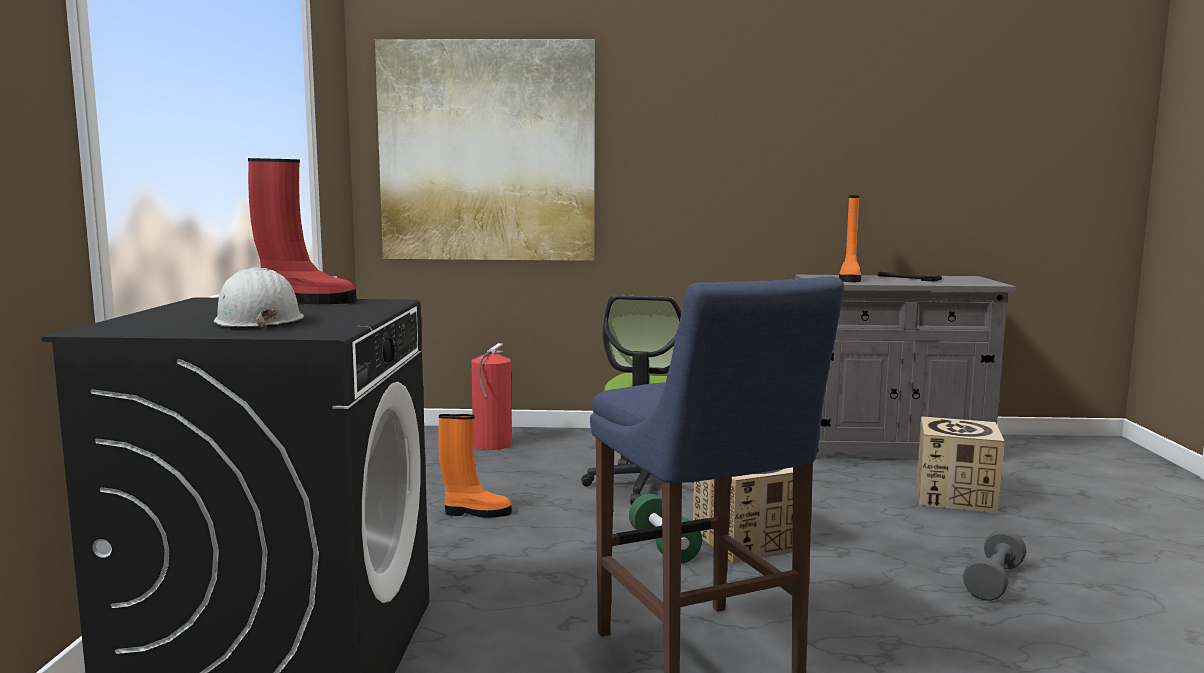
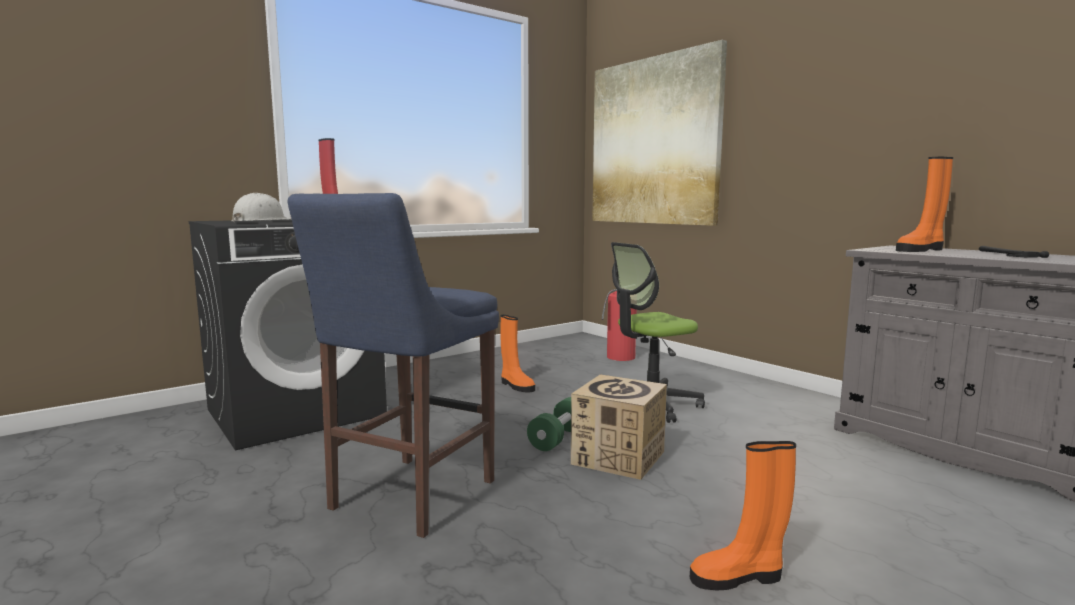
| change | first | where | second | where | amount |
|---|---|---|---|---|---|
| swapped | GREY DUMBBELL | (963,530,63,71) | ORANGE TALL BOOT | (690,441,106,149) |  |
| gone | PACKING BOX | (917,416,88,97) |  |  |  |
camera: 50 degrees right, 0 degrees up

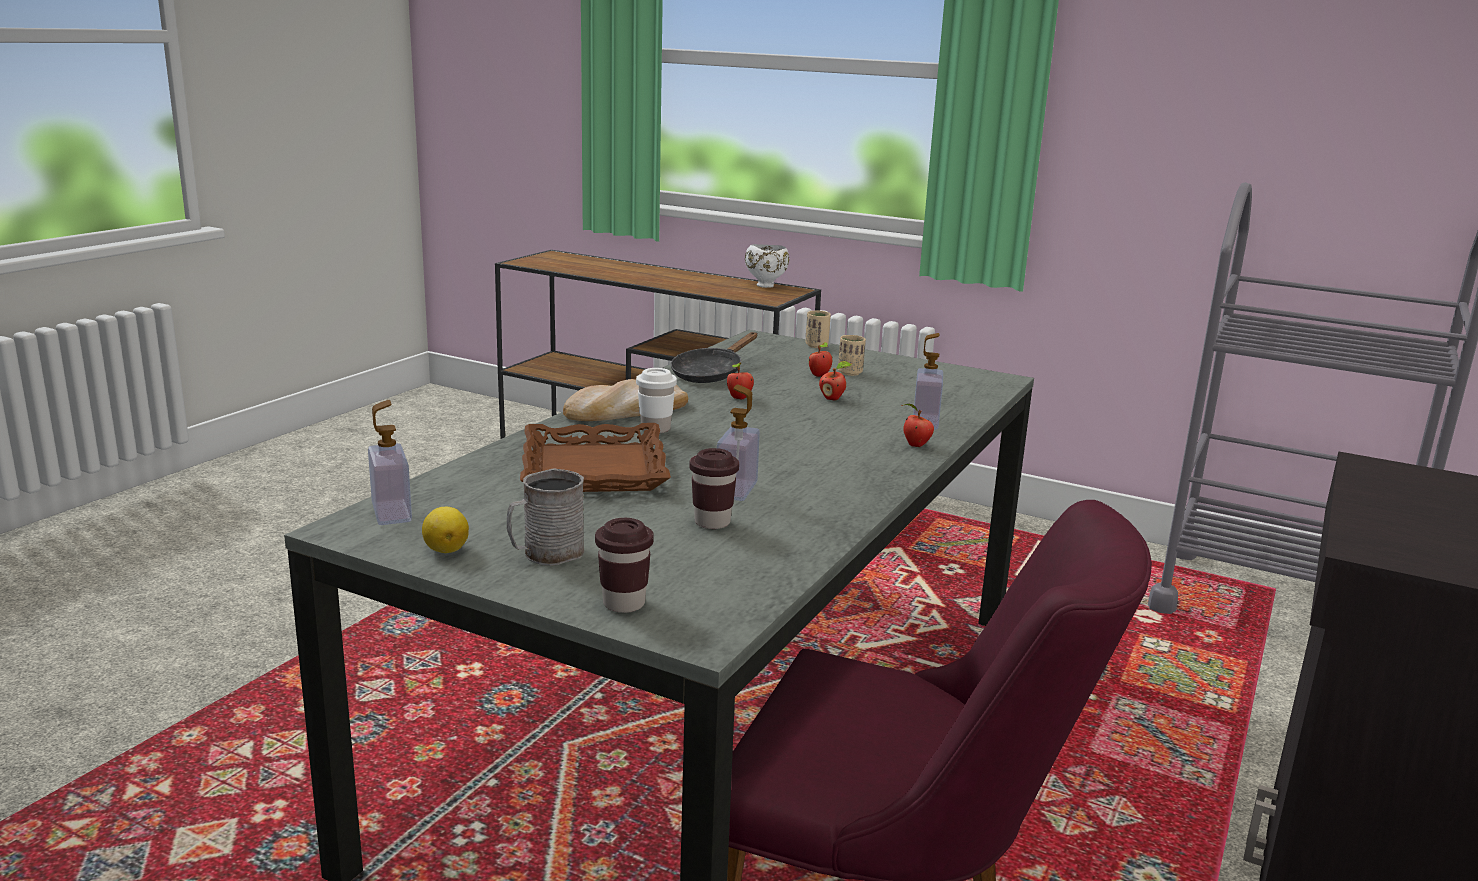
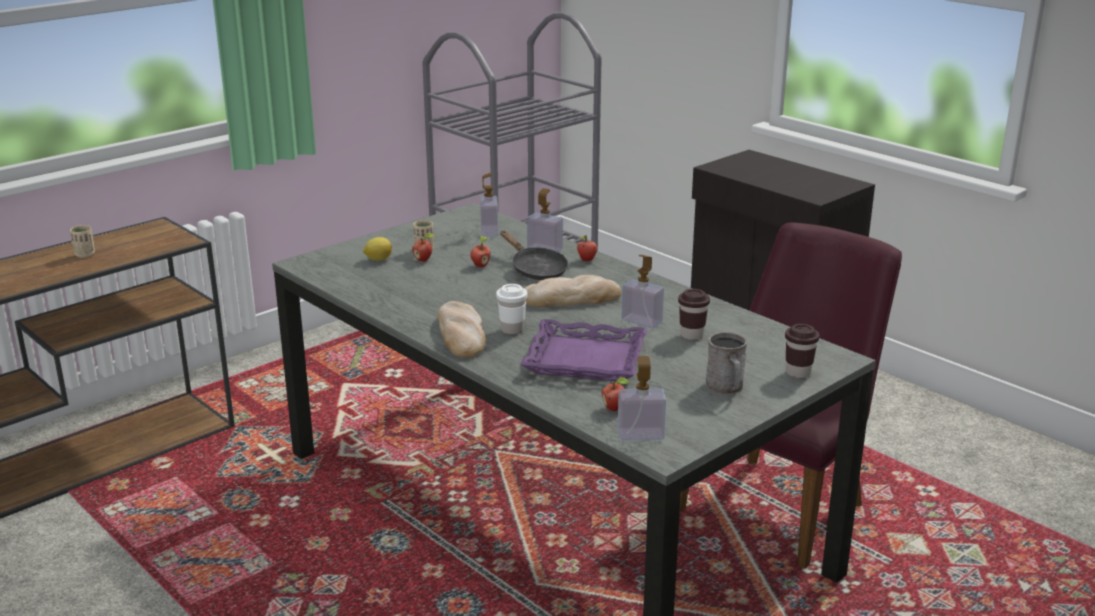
| change | first | where | second | where | amount |
|---|---|---|---|---|---|
| shifted | SAND-COLOURED CUP | (806,310,25,38) |  | (70,225,25,33) |  |
| shifted | CITRUS FRUIT | (422,507,47,46) |  | (363,237,29,24) |  |
| new |  |  | SOAP BOTTLE | (480,173,18,64) |  |
| shifted | BLACK-COLOURED PAN | (671,332,86,51) |  | (500,231,68,49) |  |
| repainted | BROWN CARRYING TRAY | (520,423,151,69) | PURPLE-COLOURED CARRYING TRAY | (520,319,127,62) |  |
| new |  |  | BAKERY BREAD | (525,275,96,32) |  |
| shifted | WHOLE APPLE | (727,363,27,37) |  | (602,377,27,34) |  |
| gone | WHITISH SERVING BOWL | (745,244,44,44) |  |  |  |
camera: 70 degrees left, 5 degrees up

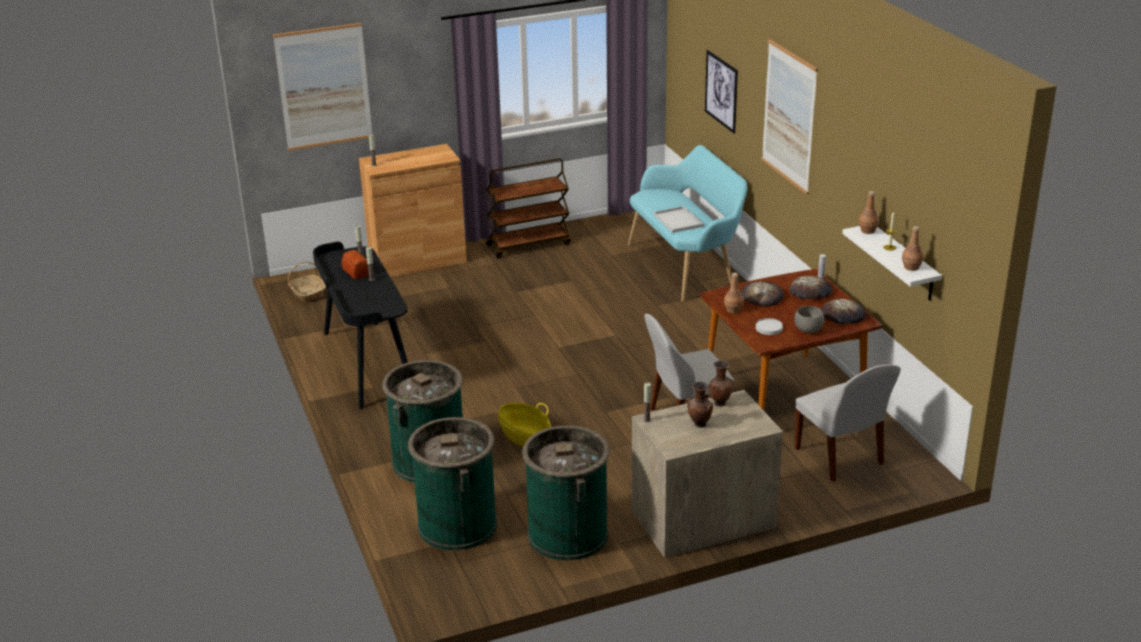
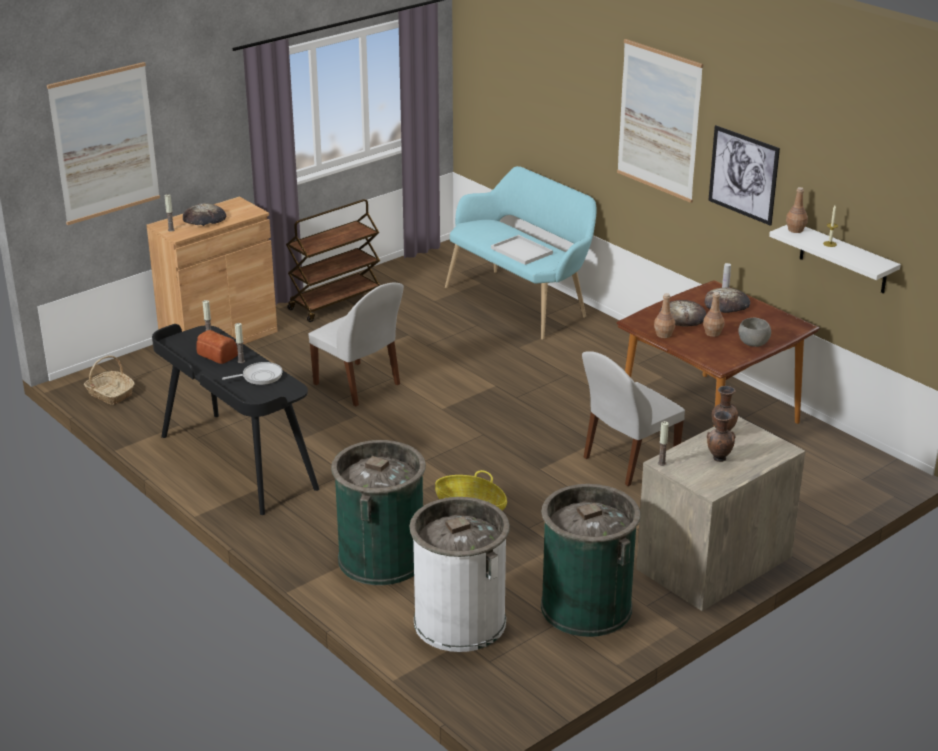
| change | first | where | second | where | amount |
|---|---|---|---|---|---|
| shifted | BAKERY BREAD | (821,299,45,25) |  | (183,203,43,23) |  |
| new |  |  | PAN | (222,362,60,23) |  |
| shifted | WHITISH PLAIN CHAIR | (795,364,106,118) |  | (308,283,96,123) |  |
| repainted | GREEN-COLOURED RUBBISH BIN | (408,417,89,133) | WHITISH RUBBISH BIN | (409,497,101,155) |  |
| shifted | BROWN BOTTLE | (902,226,22,45) |  | (703,292,22,45) |  |
| shifted | WALL ART | (705,50,33,84) |  | (708,125,72,101) |  |
| gone | WHITISH DINNER PLATE | (756,318,27,17) |  |  |  |
camera: 20 degrees left, 0 degrees up

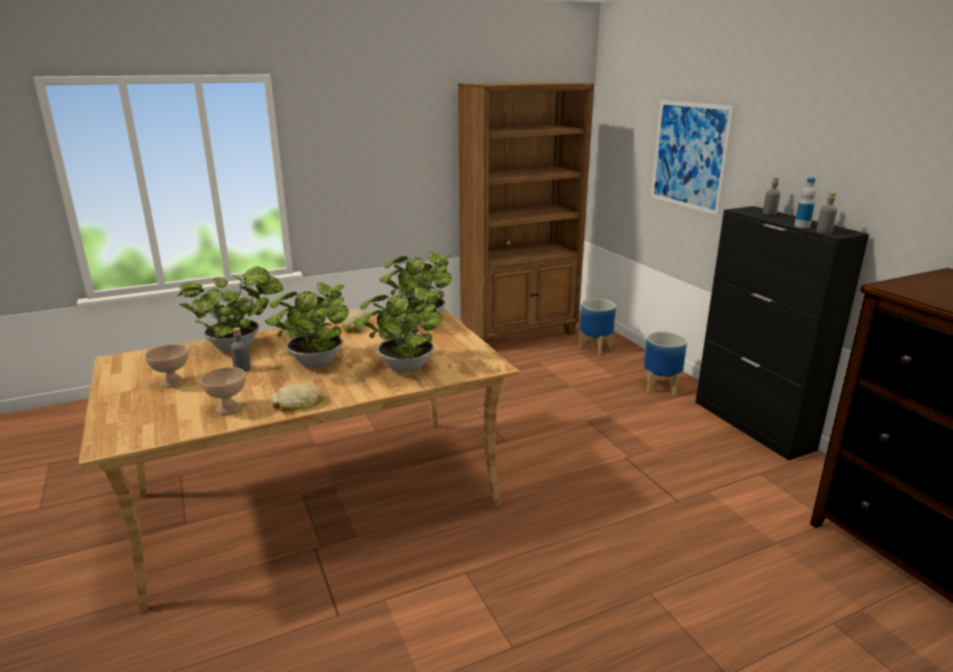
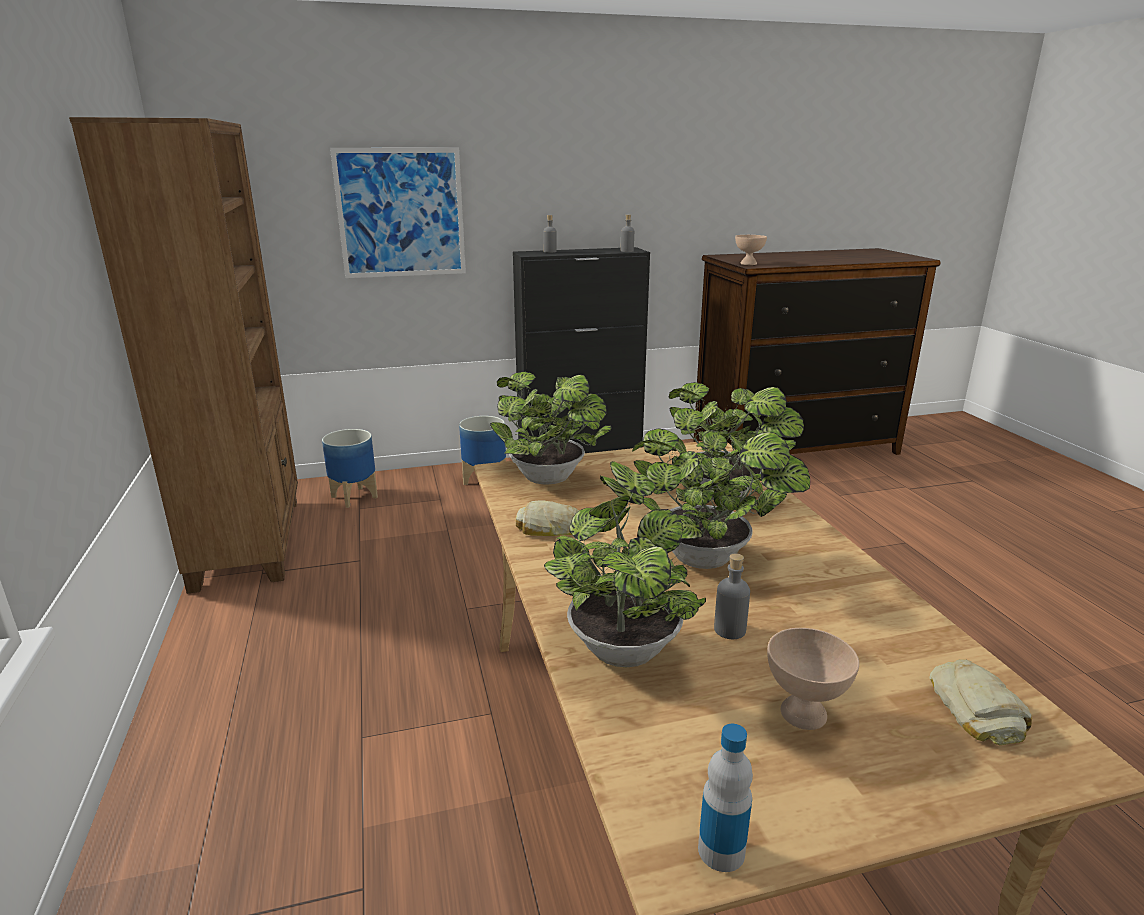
| change | first | where | second | where | amount |
|---|---|---|---|---|---|
| shifted | BOTTLE | (794,177,22,51) |  | (698,724,55,148) |  |
| shifted | SAND-COLOURED SERVING BOWL | (200,367,46,48) |  | (735,235,32,30) |  |
| shifted | BAKERY BREAD | (272,385,52,27) |  | (929,659,103,86) |  |
camera: 80 degrees left, 0 degrees up

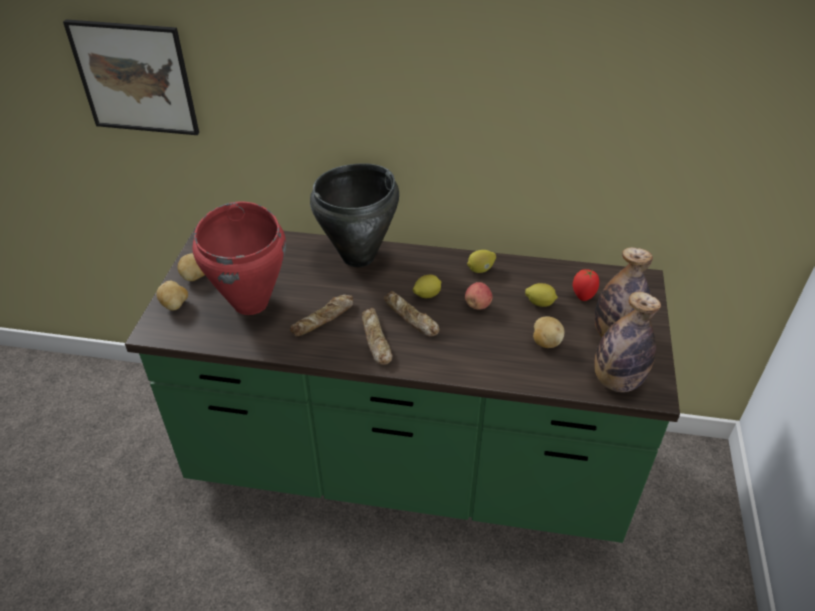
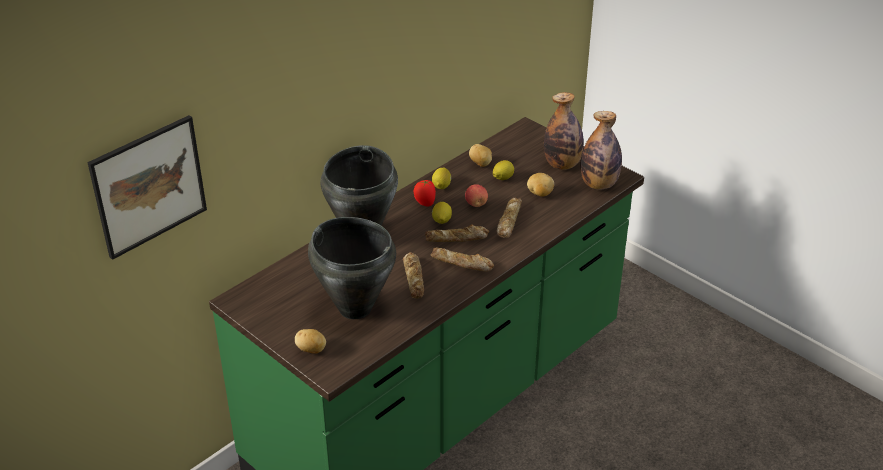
| change | first | where | second | where | amount |
|---|---|---|---|---|---|
| repainted | RED STOCKPOT | (192,202,94,113) | BLACK-COLOURED STOCKPOT | (308,217,88,102) |  |
| shifted | FRESH TOMATO | (573,269,26,32) |  | (414,179,22,28) |  |
| shifted | SPUD | (178,253,27,28) |  | (469,144,23,23) |  |
| new |  |  | BAKERY BREAD | (497,198,25,40) |  |
camera: 55 degrees left, 5 degrees down

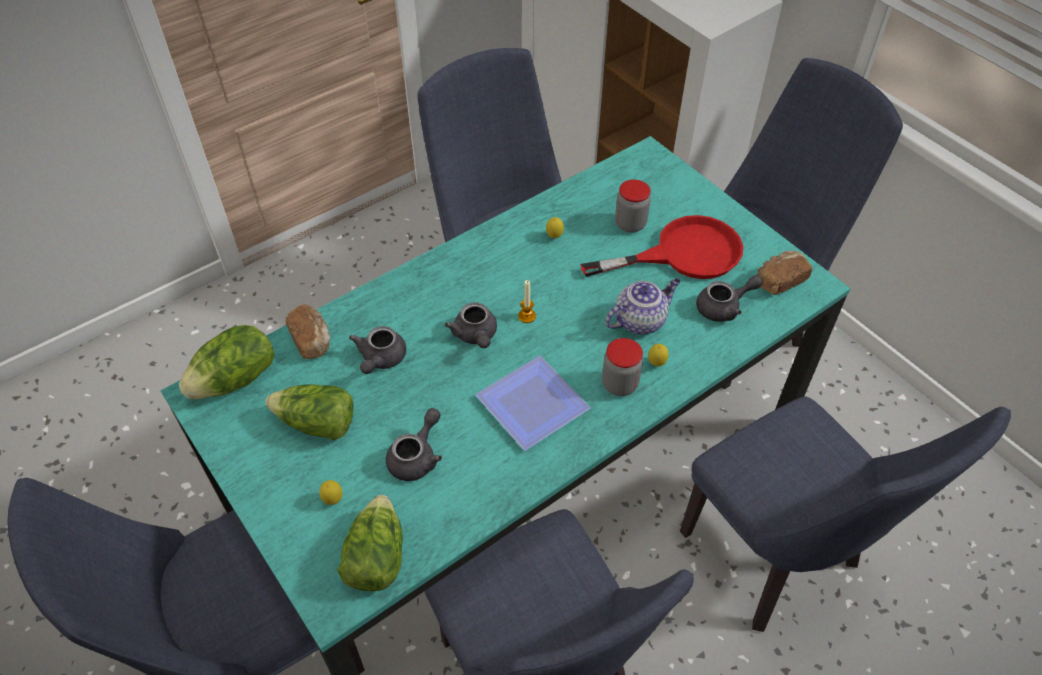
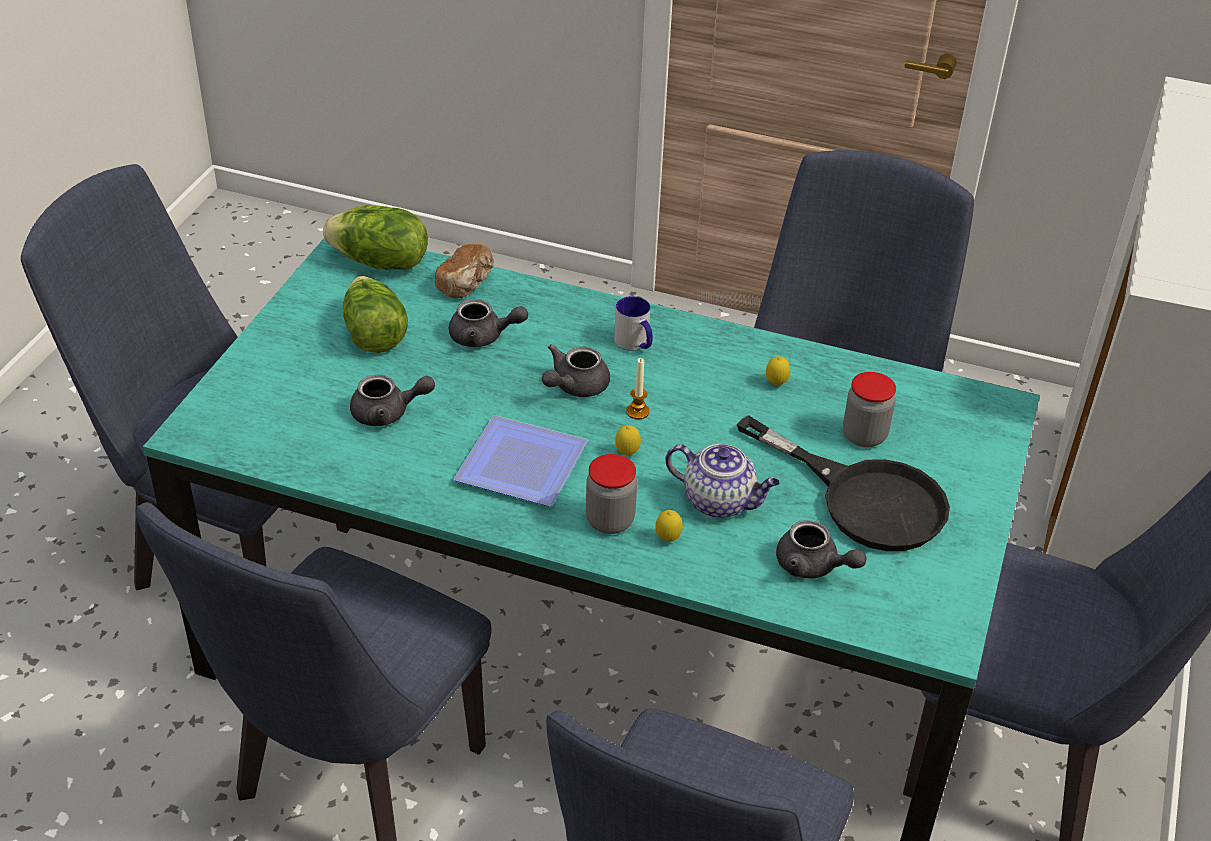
| change | first | where | second | where | amount |
|---|---|---|---|---|---|
| rotated | GREY POT FOR TEA | (349,326,57,48) |  | (449,299,79,48) | 150 degrees counterclockwise |
| new |  |  | MUG | (614,296,38,55) |  |
| shifted | CITRUS FRUIT | (319,480,23,25) |  | (615,425,26,30) |  |
| repainted | RED PAN | (580,215,163,64) | BLACK-COLOURED PAN | (737,415,213,136) |  |
| gone | LETTUCE HEAD | (337,495,66,96) |  |  |  |
| gone | BAKERY BREAD | (757,251,55,44) |  |  |  |
camera: 55 degrees right, 10 degrees down

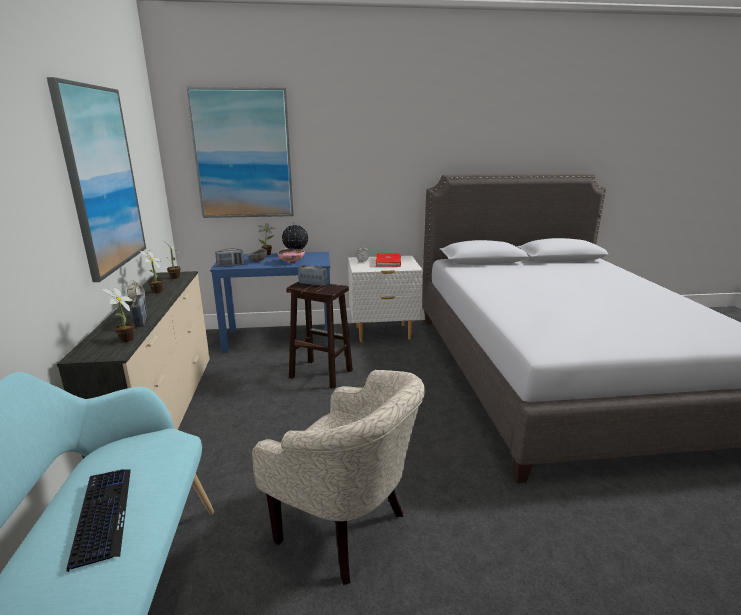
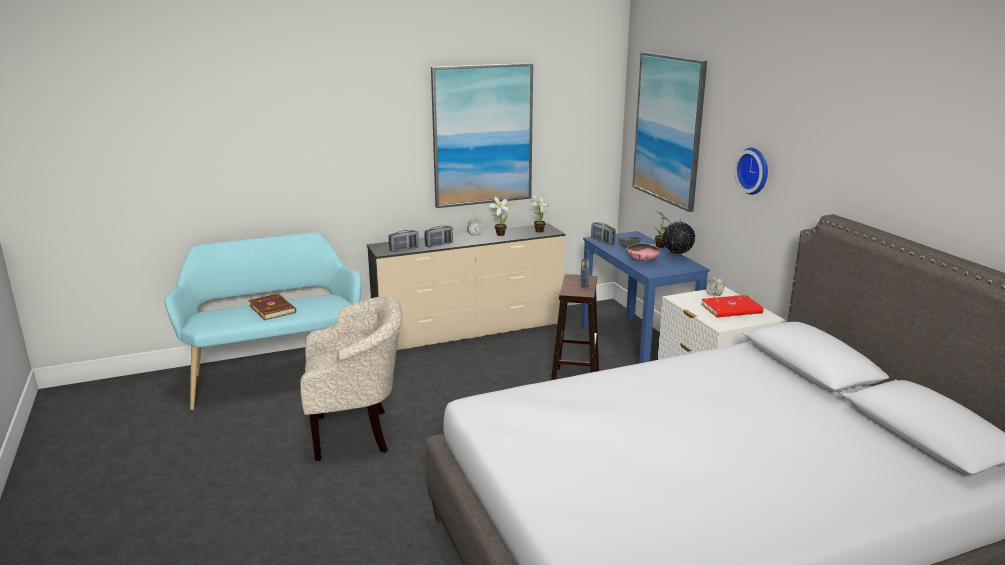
| change | first | where | second | where | amount |
|---|---|---|---|---|---|
| swapped | KEYBOARD | (66,469,65,103) | BROWN VOLUME | (249,294,47,26) |  |
| rotated | SAND-COLOURED ARMCHAIR | (252,370,173,215) |  | (300,296,103,165) | 120 degrees counterclockwise |
| swapped | POTTED PLANT | (102,287,33,55) | RADIO SET | (389,230,30,22) |  |
| new |  |  | WALL CLOCK | (734,148,34,47) |  |
camera: 75 degrees right, 0 degrees up

